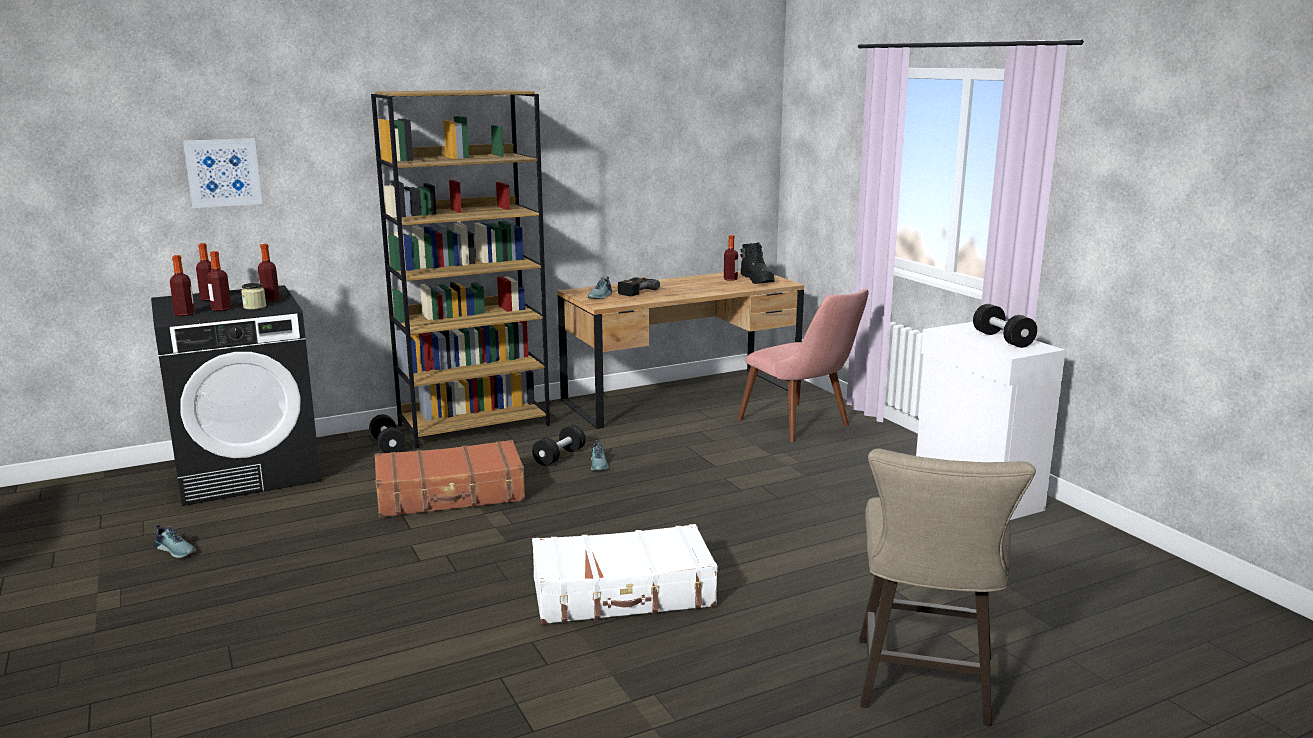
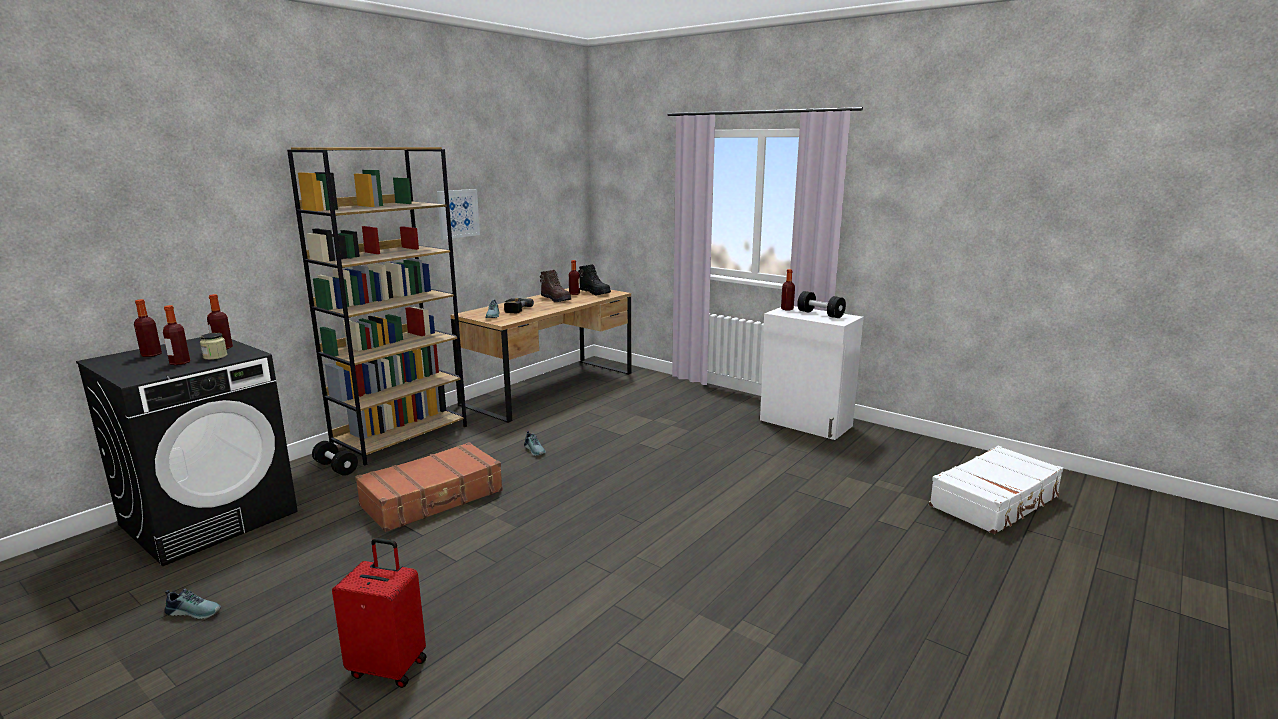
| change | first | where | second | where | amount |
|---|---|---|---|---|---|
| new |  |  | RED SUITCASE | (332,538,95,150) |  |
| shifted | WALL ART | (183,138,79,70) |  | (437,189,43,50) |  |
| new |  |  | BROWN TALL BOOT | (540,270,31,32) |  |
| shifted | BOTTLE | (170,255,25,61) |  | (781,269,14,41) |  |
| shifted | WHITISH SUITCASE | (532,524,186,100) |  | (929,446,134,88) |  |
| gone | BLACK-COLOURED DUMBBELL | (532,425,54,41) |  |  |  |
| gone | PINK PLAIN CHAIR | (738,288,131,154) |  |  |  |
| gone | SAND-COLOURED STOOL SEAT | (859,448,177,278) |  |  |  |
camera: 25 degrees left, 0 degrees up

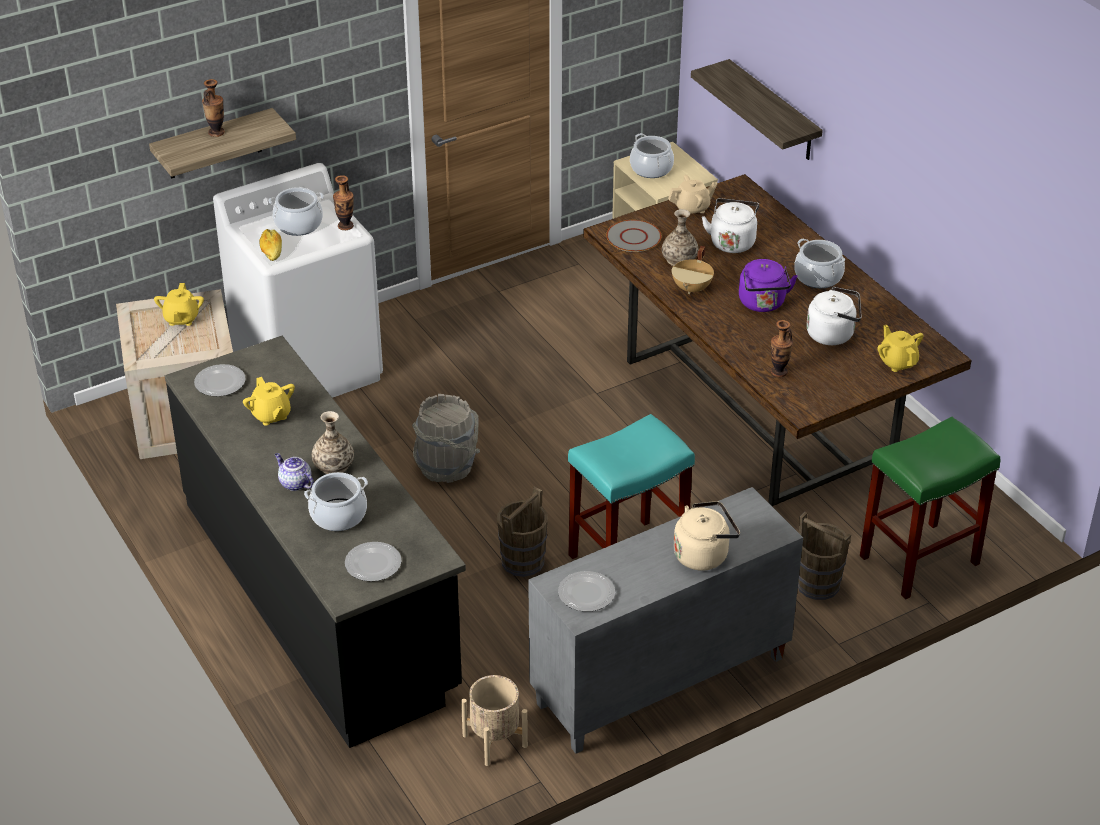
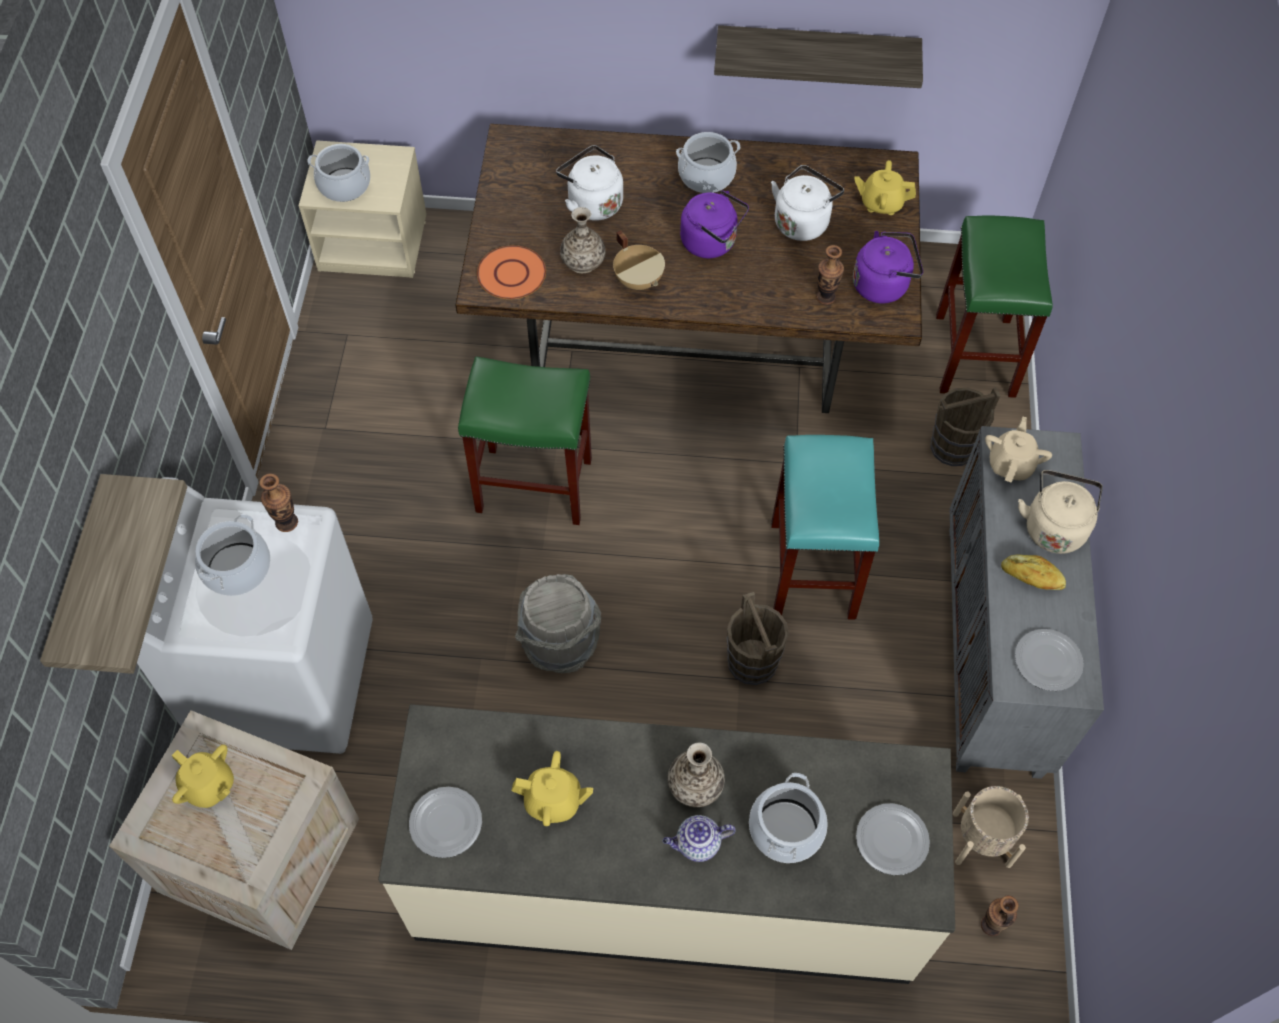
| change | first | where | second | where | amount |
|---|---|---|---|---|---|
| repainted | BLACK-COLOURED KITCHEN BASE UNIT | (165,336,301,412) | SAND-COLOURED KITCHEN BASE UNIT | (378,704,577,280) |  |
| new |  |  | GREEN-COLOURED STOOL SEAT | (458,356,134,169) |  |
| repainted | GREY DINNER PLATE | (606,220,56,32) | ORANGE DINNER PLATE | (477,245,69,54) |  |
| shifted | WALL SHELF | (691,59,132,101) |  | (714,25,209,63) |  |
| new |  |  | PURPLE-COLOURED KETTLE | (853,231,70,72) |  |
| shifted | VASE | (202,79,23,58) |  | (981,895,38,41) |  |
| shifted | SAND-COLOURED POT FOR TEA | (668,175,49,38) |  | (985,417,67,66) |  |
| shifted | BAKERY BREAD | (260,229,22,32) |  | (1001,555,65,35) |  |
camera: 55 degrees left, 20 degrees up

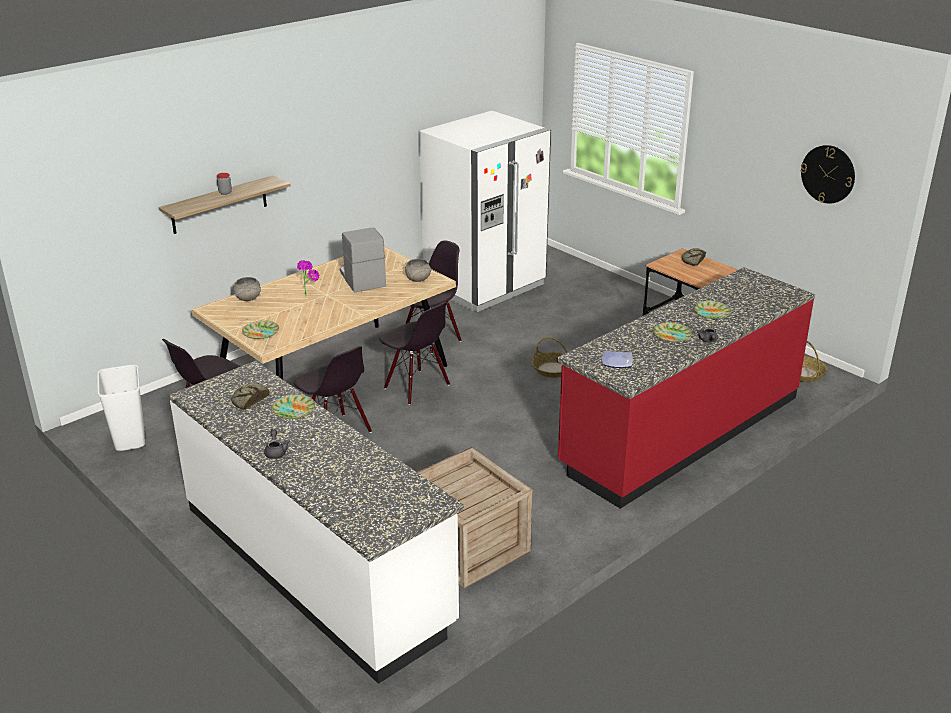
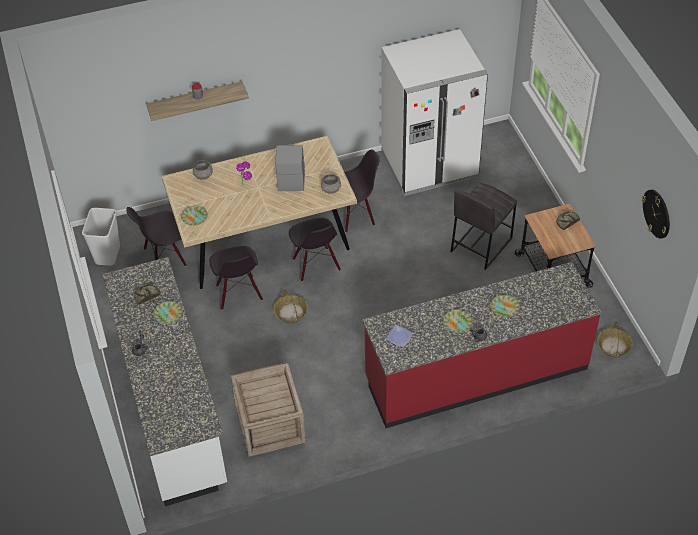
| change | first | where | second | where | amount |
|---|---|---|---|---|---|
| shifted | BASKET | (532,337,35,41) |  | (274,289,34,34) |  |
| new |  |  | GREY STOOL SEAT | (450,182,67,88) |  |
camera: 25 degrees right, 20 degrees up

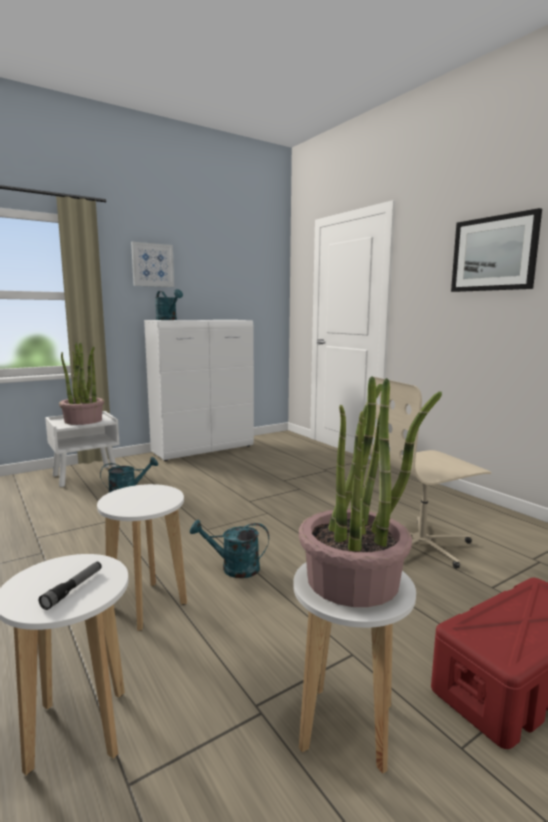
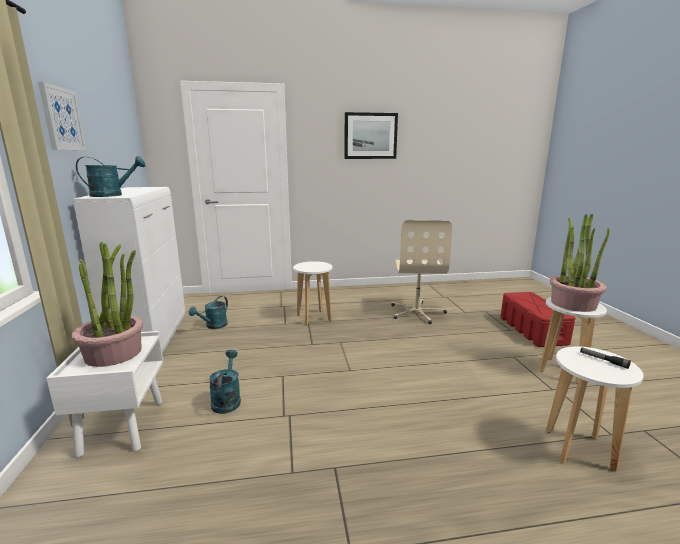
| change | first | where | second | where | amount |
|---|---|---|---|---|---|
| shifted | BLUE-GREEN WATERING POT | (190,520,79,58) |  | (189,296,39,33) |  |
| shifted | WHITISH STOOL SEAT | (97,484,90,147) |  | (293,261,39,64) |  |
camera: 65 degrees left, 5 degrees up

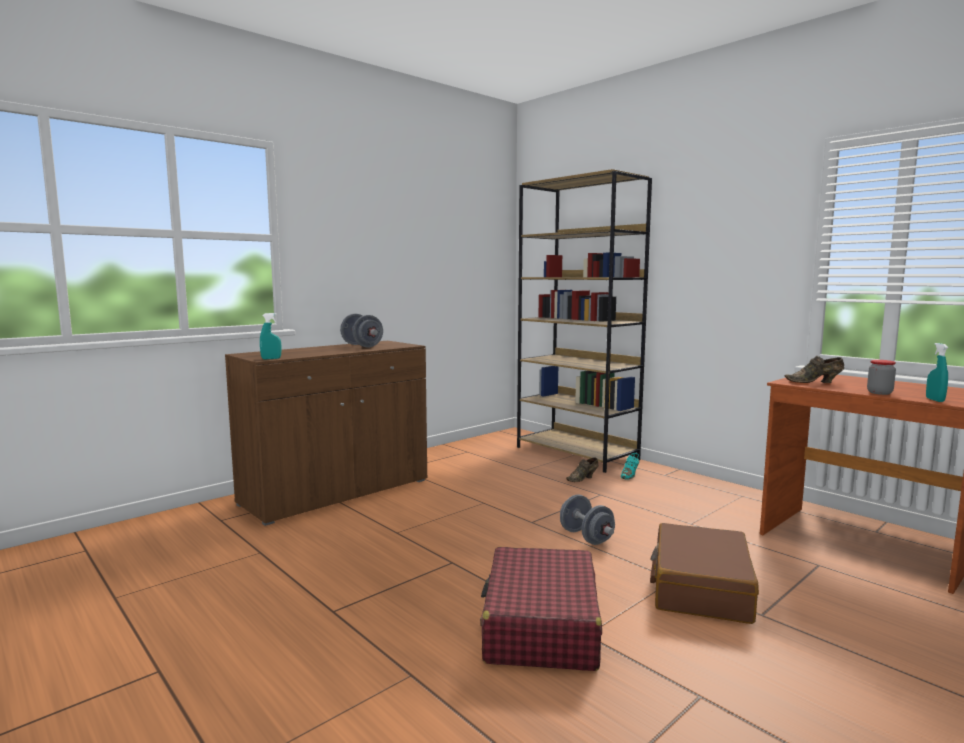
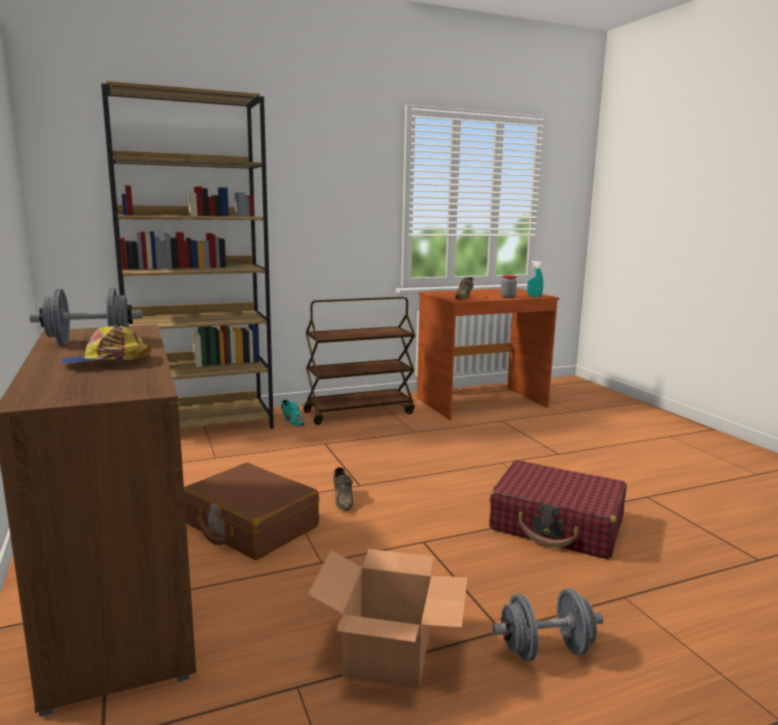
| change | first | where | second | where | amount |
|---|---|---|---|---|---|
| new |  |  | PEAKED CAP | (60,326,92,37) |  |
| shifted | BROWN SUITCASE | (650,523,109,101) |  | (184,463,135,97) |  |
| new |  |  | BROWN CART | (303,297,112,128) |  |
| new |  |  | PACKING BOX | (308,549,160,140) |  |
| shifted | BROWN LOW SHOE | (566,457,32,25) |  | (333,467,20,44) |  |
| shifted | GREY DUMBBELL | (560,495,55,50) |  | (492,589,111,72) |  |
| gone | BLUE-GREEN HAND SPRAYER | (260,313,21,46) |  |  |  |
camera: 70 degrees left, 5 degrees up

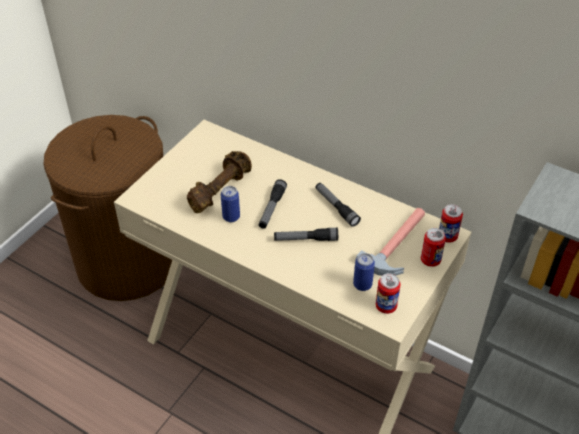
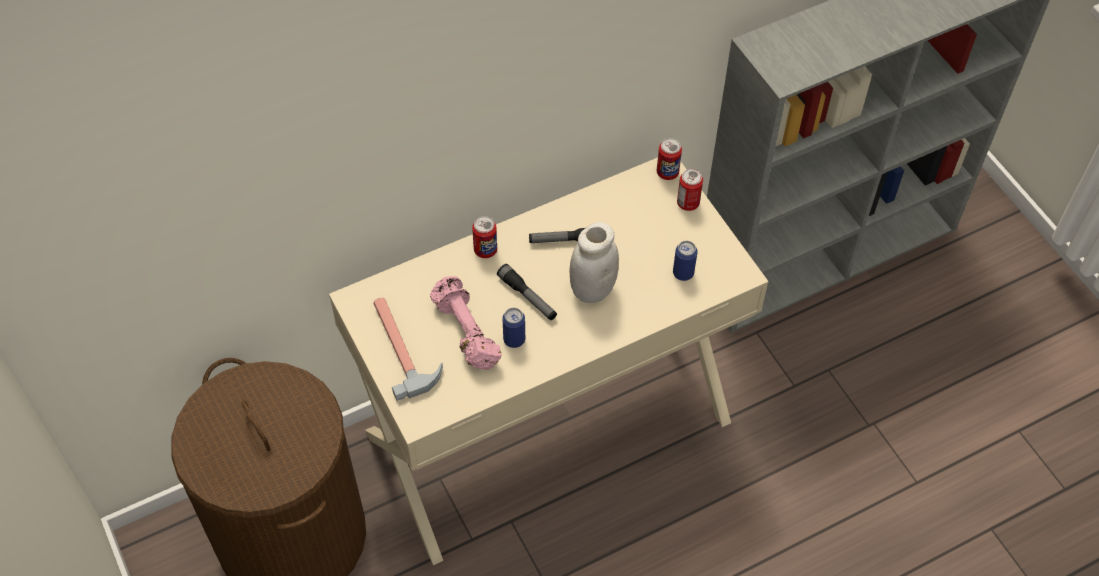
| change | first | where | second | where | amount |
|---|---|---|---|---|---|
| shifted | HAMMER | (355,208,70,68) |  | (374,298,69,103) |  |
| repainted | BROWN DUMBBELL | (187,151,65,62) | PINK DUMBBELL | (430,276,72,94) |  |
| shifted | METAL CAN | (376,273,25,41) |  | (472,216,25,42) |  |
| swapped | TORCH | (274,228,64,13) | WHITISH JAR | (569,222,50,81) |  |
camera: 60 degrees left, 10 degrees up

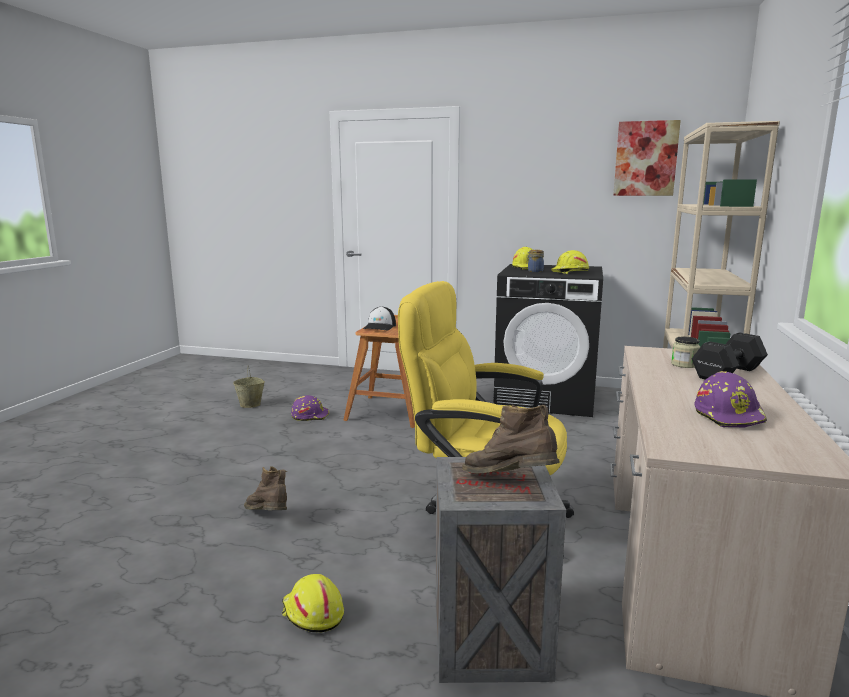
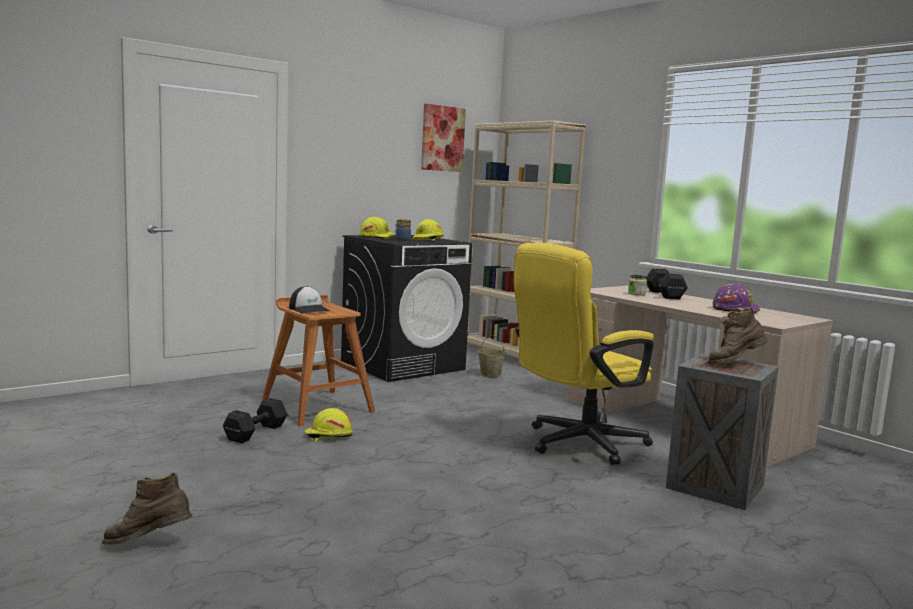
| change | first | where | second | where | amount |
|---|---|---|---|---|---|
| shifted | BROWN TALL BOOT | (244,466,43,44) |  | (102,472,90,73) |  |
| swapped | PURPLE-COLOURED WORK HELMET | (291,395,38,26) | BLACK-COLOURED DUMBBELL | (223,398,65,45) |  |
| shifted | YELLOW-COLOURED WORK HELMET | (282,574,62,58) |  | (304,408,49,33) |  |
| shifted | SAND-COLOURED BUCKET | (233,366,32,42) |  | (478,335,28,42) |  |
camera: 55 degrees left, 5 degrees down

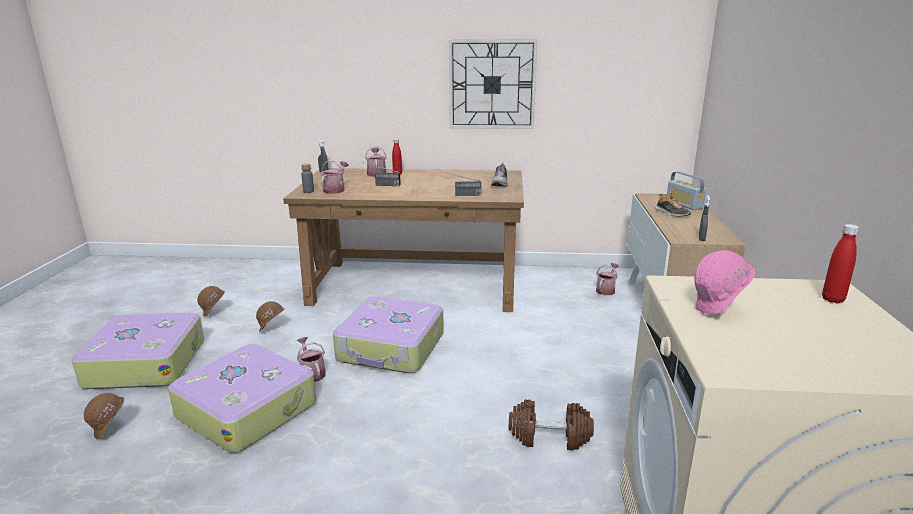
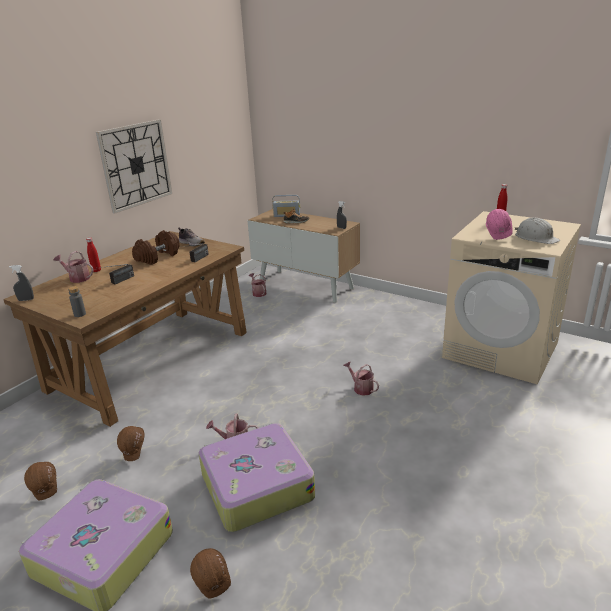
| change | first | where | second | where | amount |
|---|---|---|---|---|---|
| shifted | BROWN DUMBBELL | (509,399,85,51) |  | (132,230,48,35) |  |
| shifted | WATERING POT | (321,160,28,34) |  | (343,361,36,35) |  |
| new |  |  | WHITISH WORK HELMET | (515,218,45,26) |  |
| gone | SUITCASE | (333,297,111,76) |  |  |  |
camera: 60 degrees left, 5 degrees up

